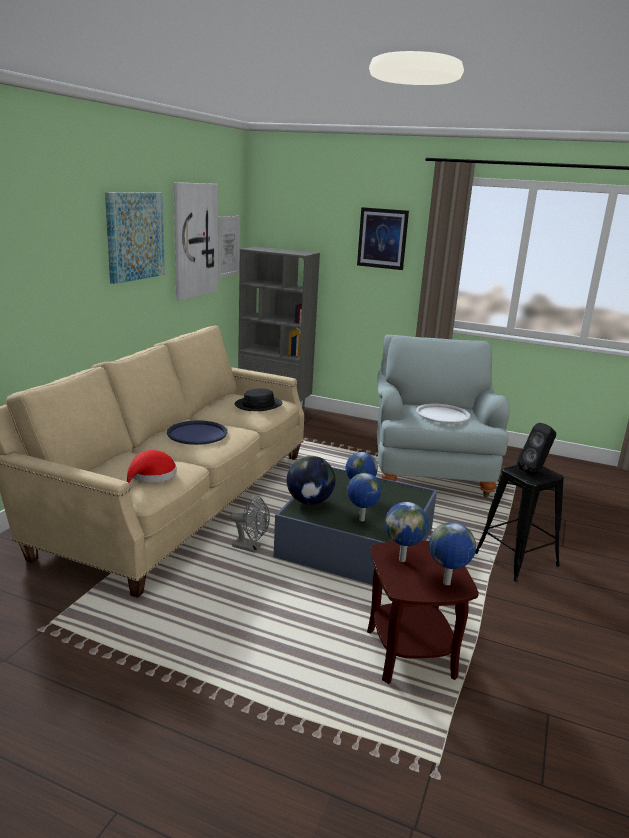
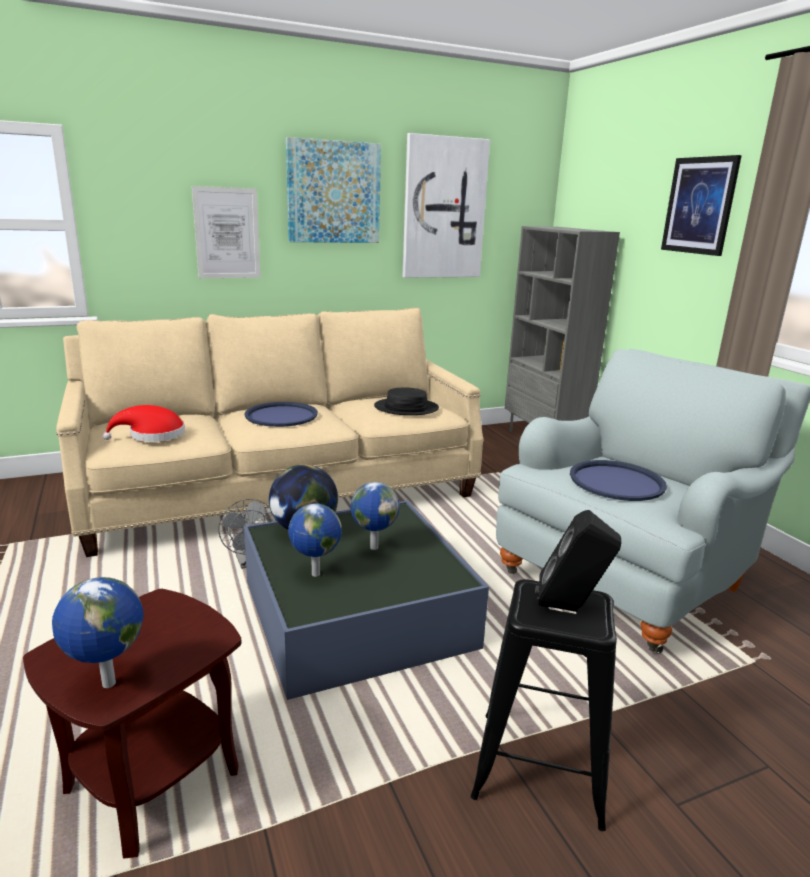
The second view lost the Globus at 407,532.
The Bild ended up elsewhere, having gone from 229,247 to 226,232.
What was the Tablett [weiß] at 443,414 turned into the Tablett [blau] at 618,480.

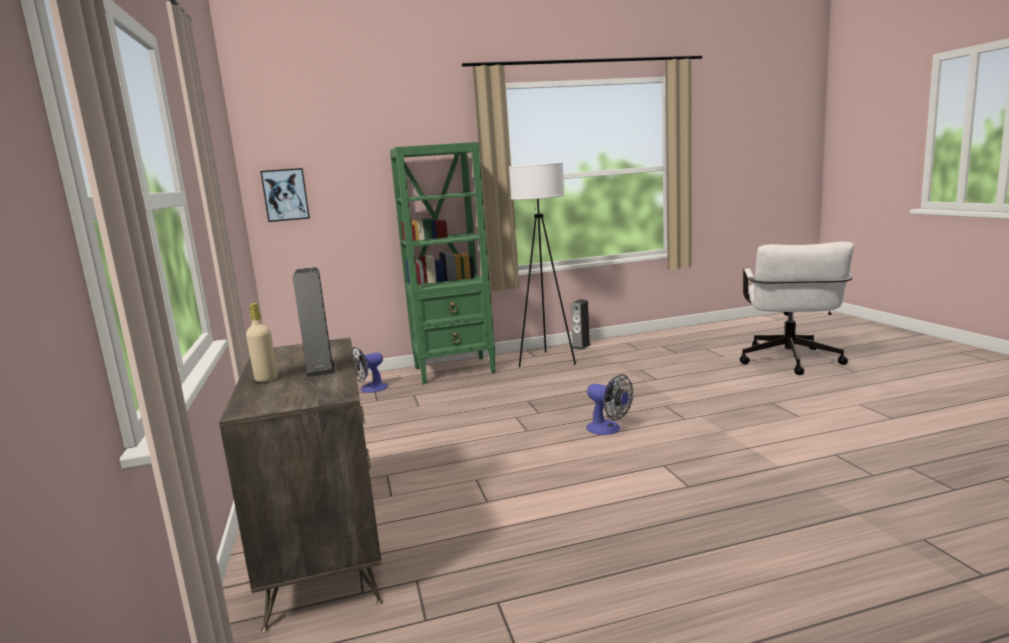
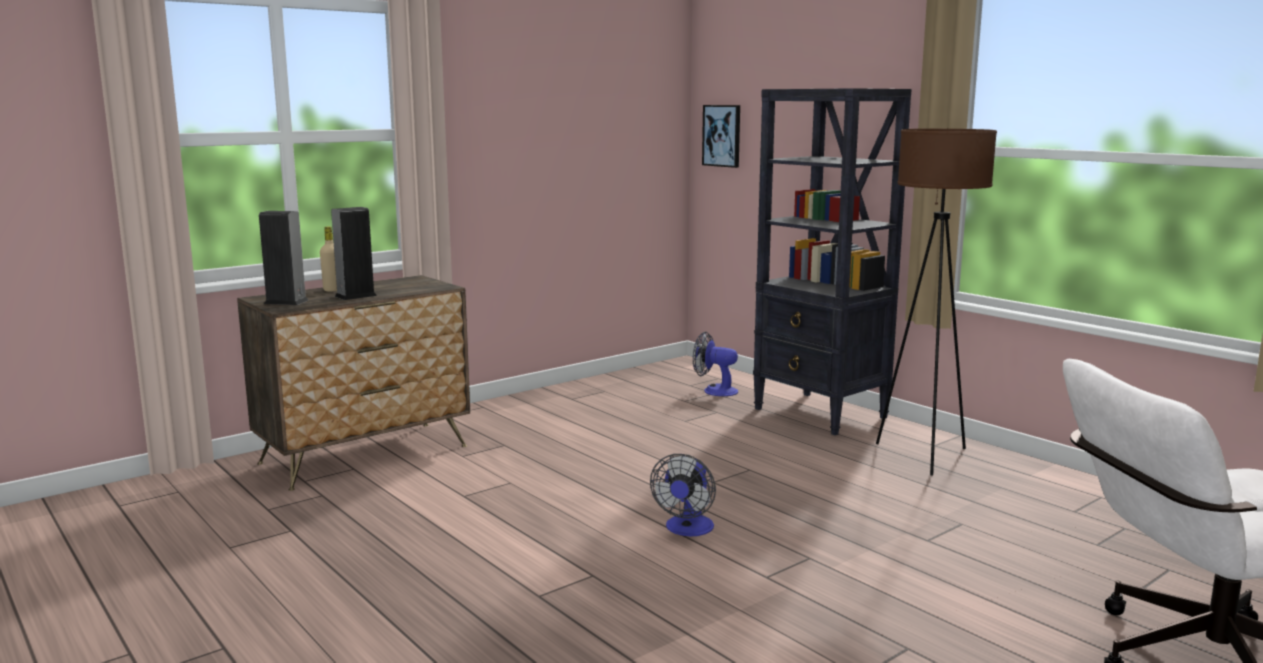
The Lautsprecher ended up elsewhere, having gone from 581,324 to 283,258.
What was the Bücherregal [grün] at 443,263 turned into the Bücherregal [schwarz] at 832,261.
What was the Stehlampe [weiß] at 542,264 turned into the Stehlampe [braun] at 936,302.

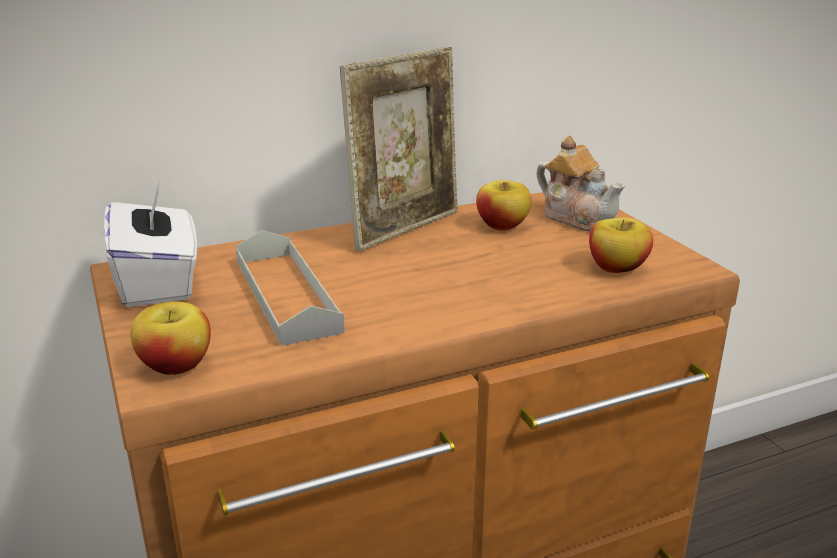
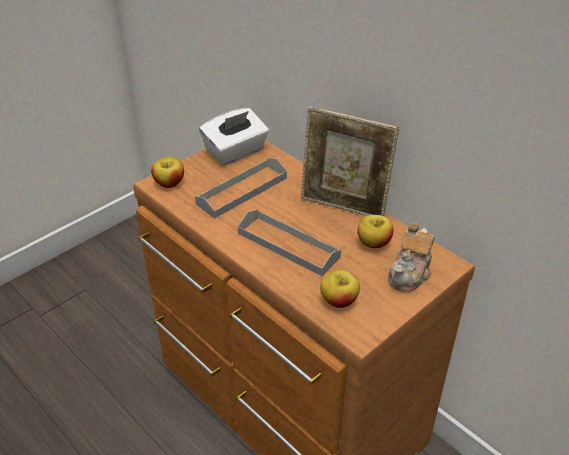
The second view gained the Tablett [grau] at 289,242.

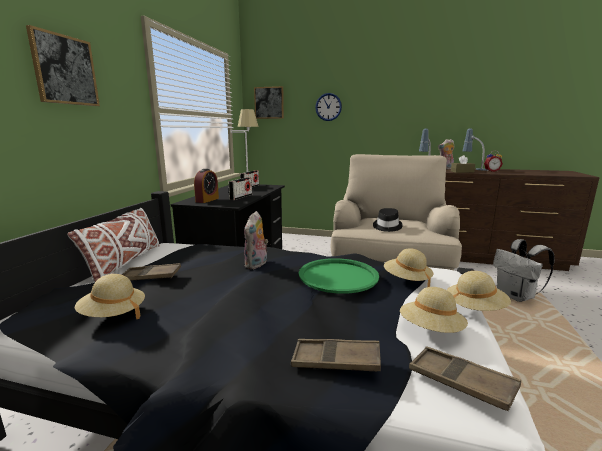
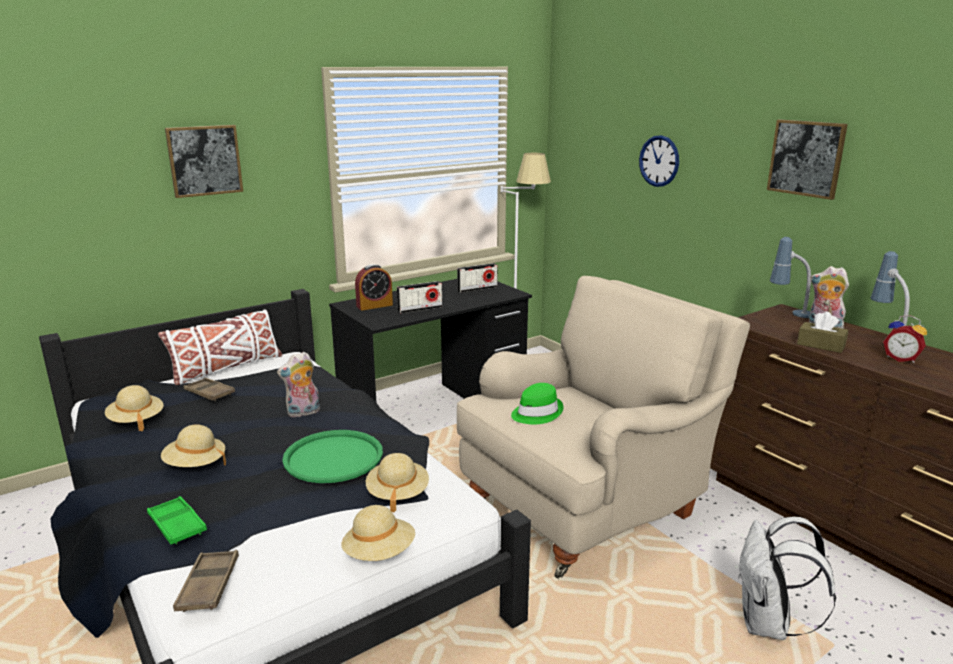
The Bild ended up elsewhere, having gone from 269,102 to 807,159.
The Hut [beige] ended up elsewhere, having gone from 434,310 to 193,445.
What was the Tablett [braun] at 336,355 turned into the Tablett [grün] at 177,520.
What was the Hut [schwarz] at 388,220 turned into the Hut [grün] at 537,403.

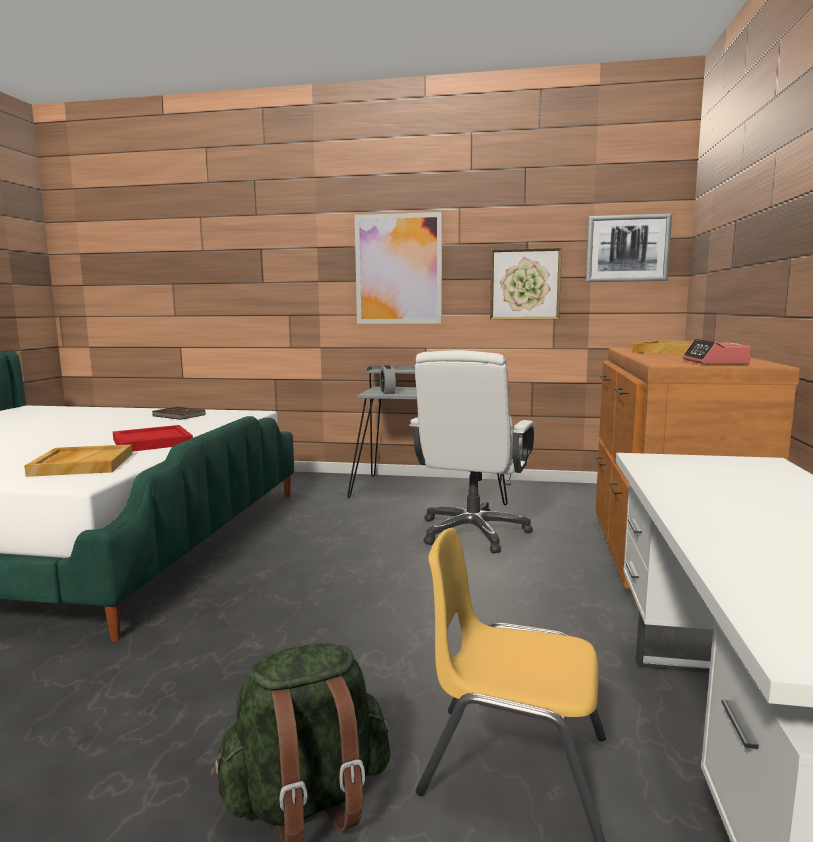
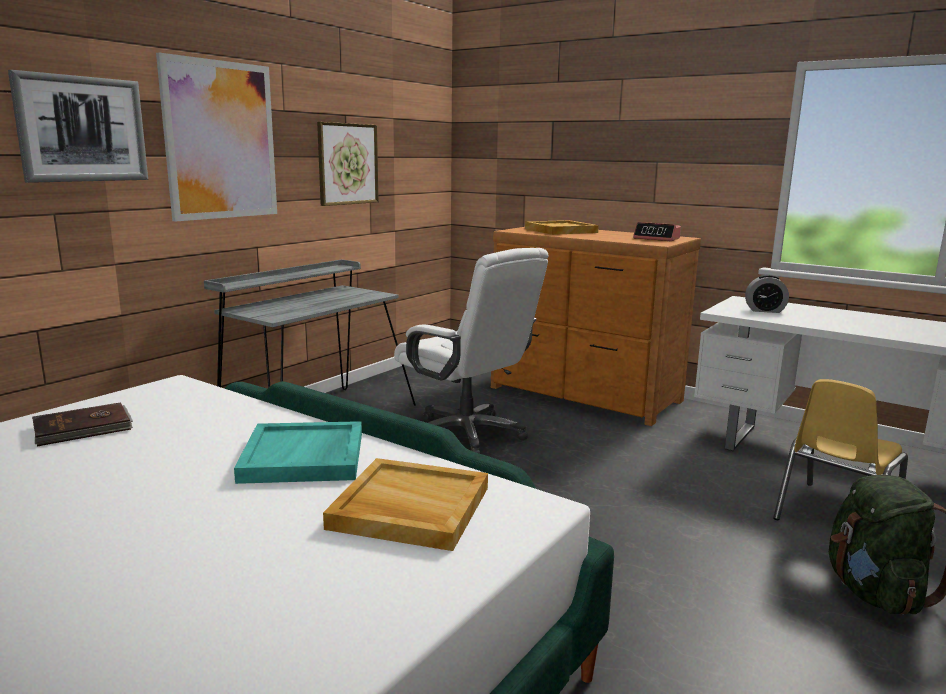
The Wecker ended up elsewhere, having gone from 388,379 to 767,294.
The Bild ended up elsewhere, having gone from 629,247 to 78,126.
What was the Tablett [rot] at 153,438 turned into the Tablett [türkis] at 298,452.

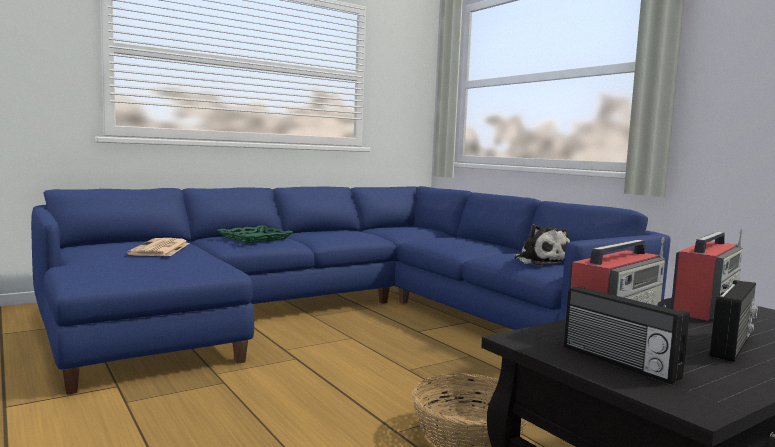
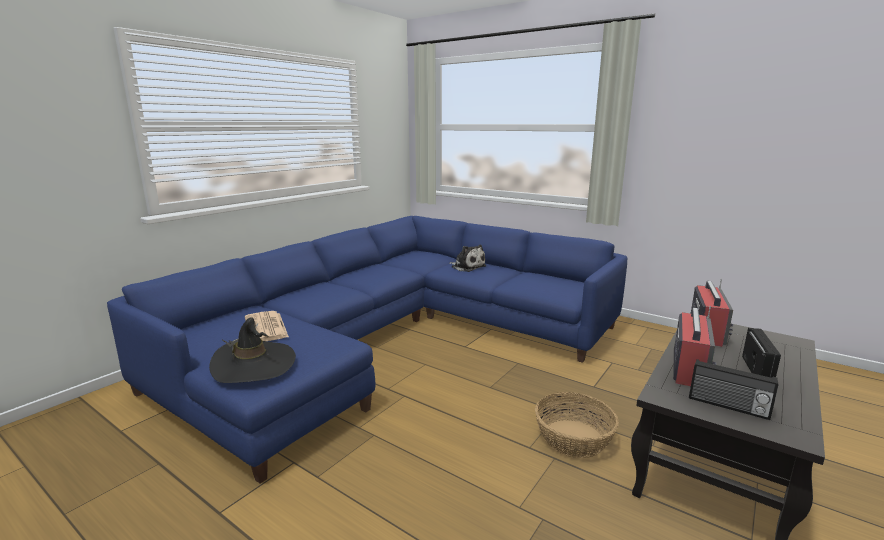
The second view lost the Tablett [grün] at 255,234.
The second view gained the Hut [schwarz] at 252,350.
The Plüschtier ended up elsewhere, having gone from 542,244 to 467,258.

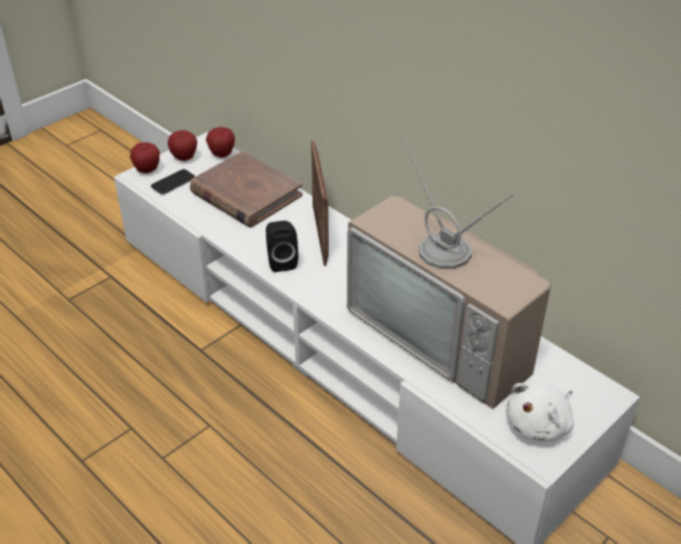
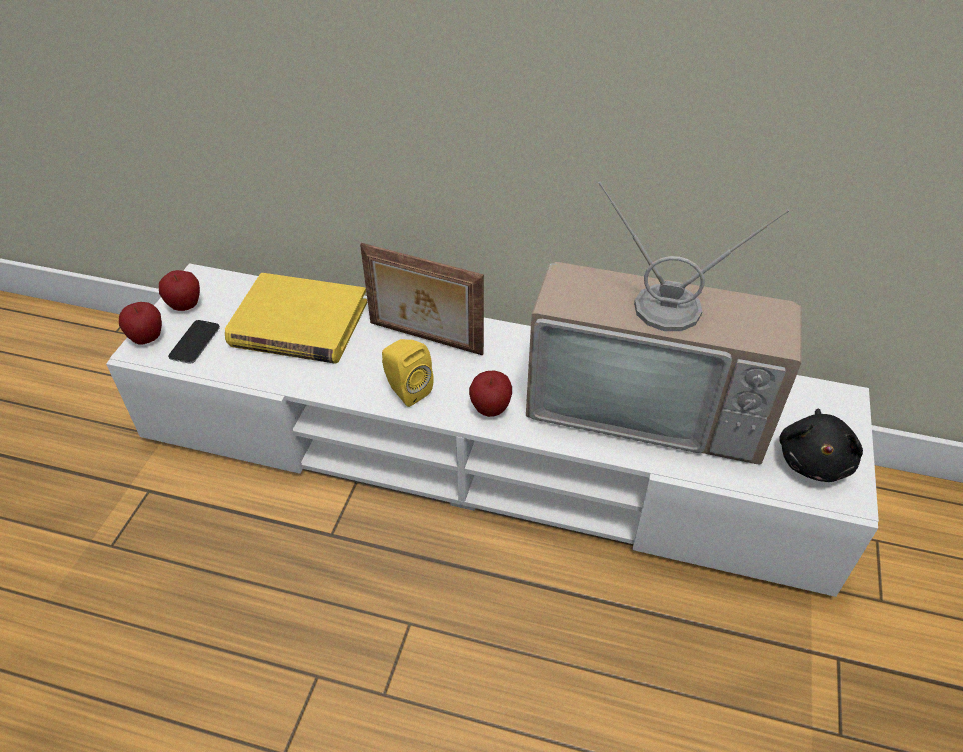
The Apfel ended up elsewhere, having gone from 220,142 to 490,393.
What was the Buch [braun] at 246,189 turned into the Buch [gelb] at 296,318.
What was the Lautsprecher [schwarz] at 282,246 turned into the Lautsprecher [gelb] at 408,373.
What was the Plüschtier [weiß] at 540,411 turned into the Plüschtier [schwarz] at 821,445.
The Bilderrahmen at 320,203 ended up facing another way, 150 degrees clockwise from before.

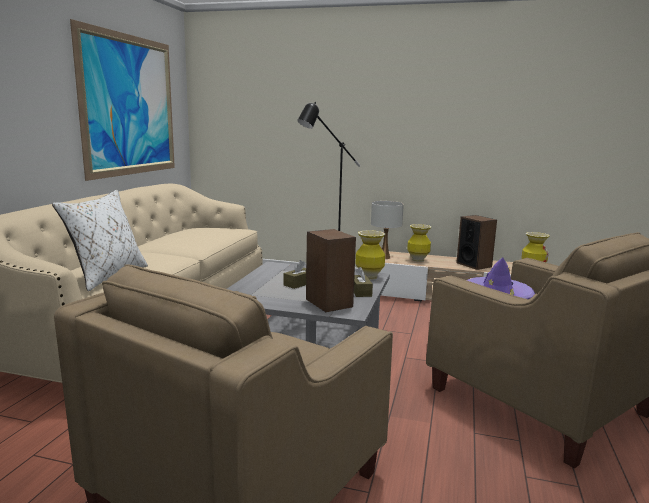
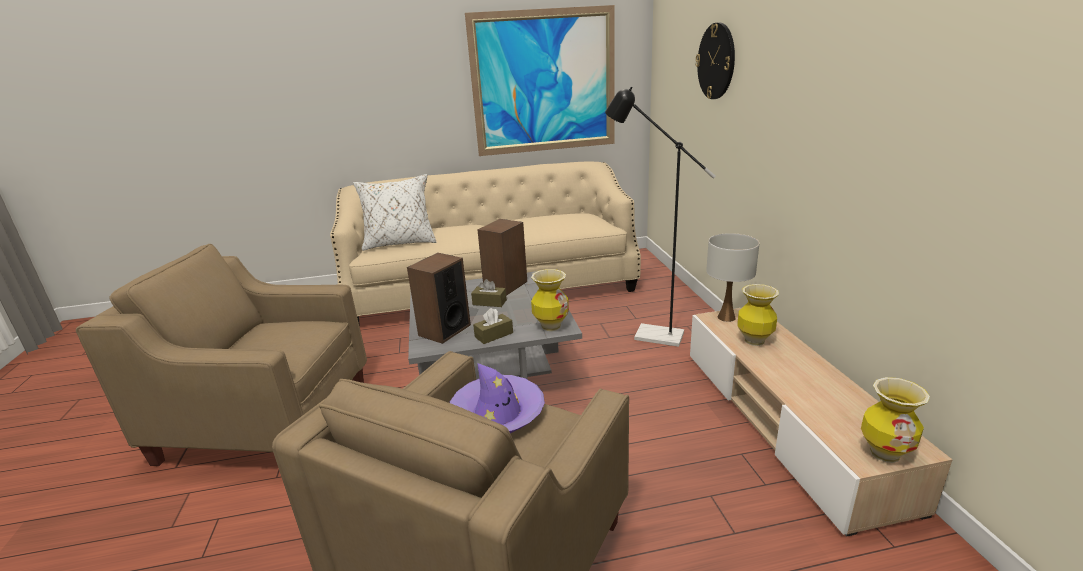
The second view gained the Wanduhr at 715,61.
The Lautsprecher ended up elsewhere, having gone from 476,242 to 502,257.

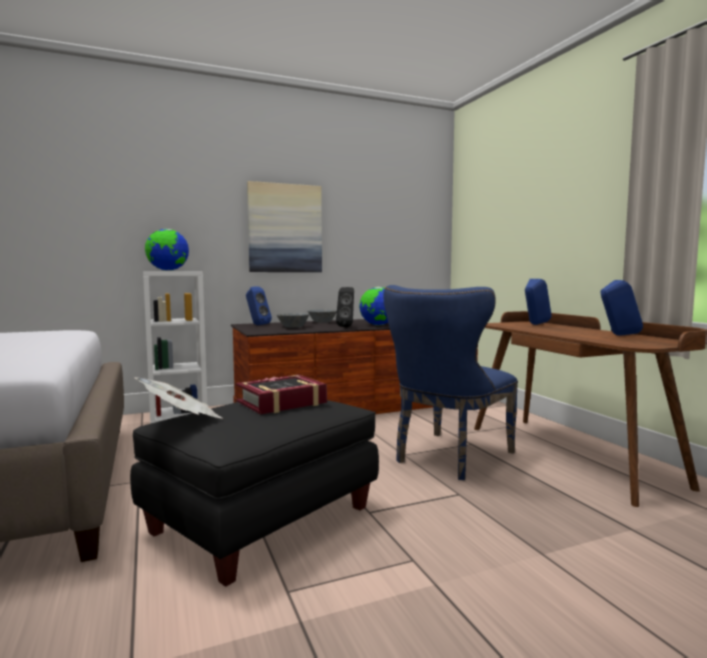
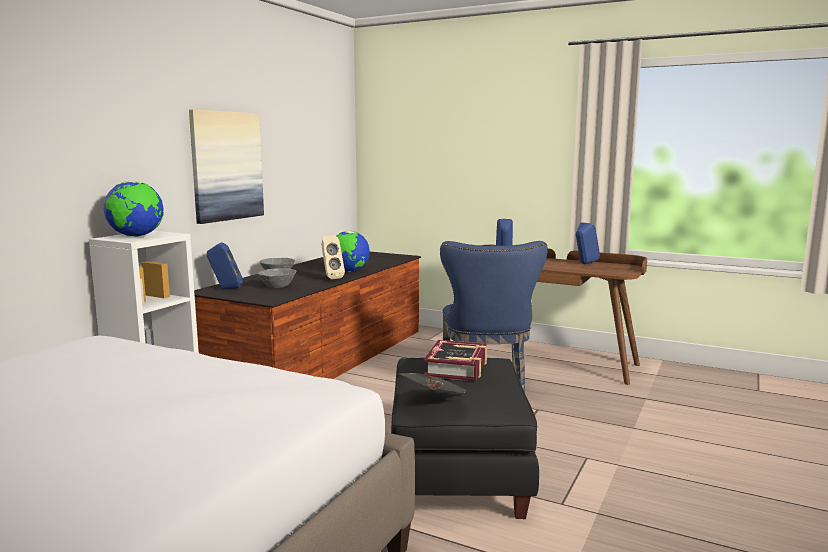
What was the Lautsprecher [schwarz] at 345,307 turned into the Lautsprecher [beige] at 333,257.

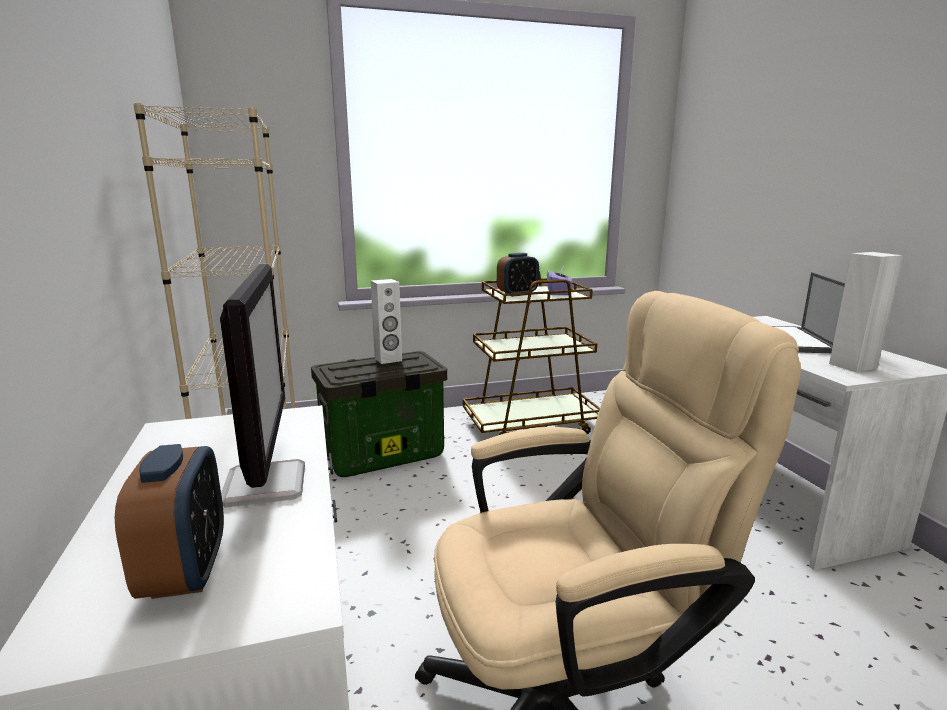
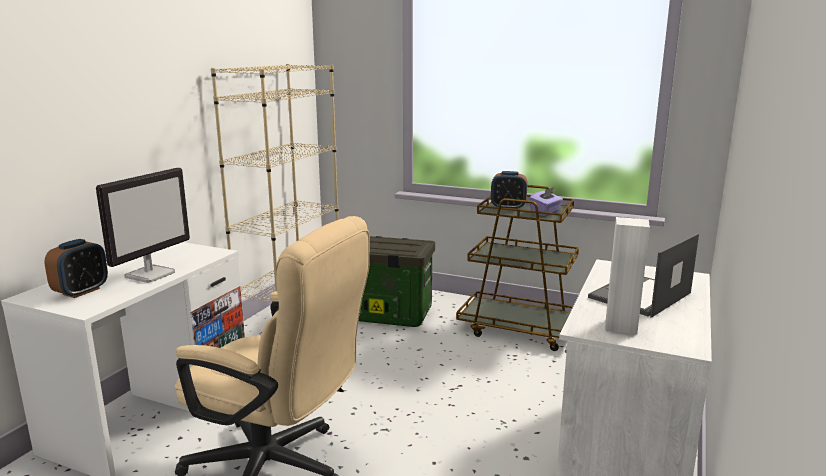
The second view lost the Lautsprecher [weiß] at 386,321.

